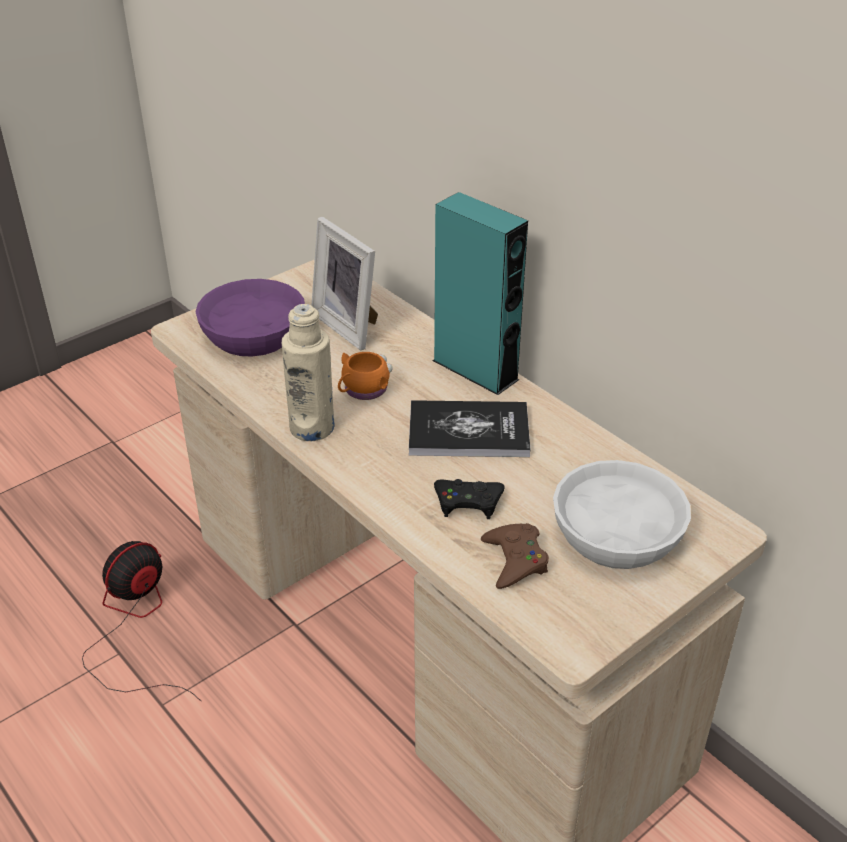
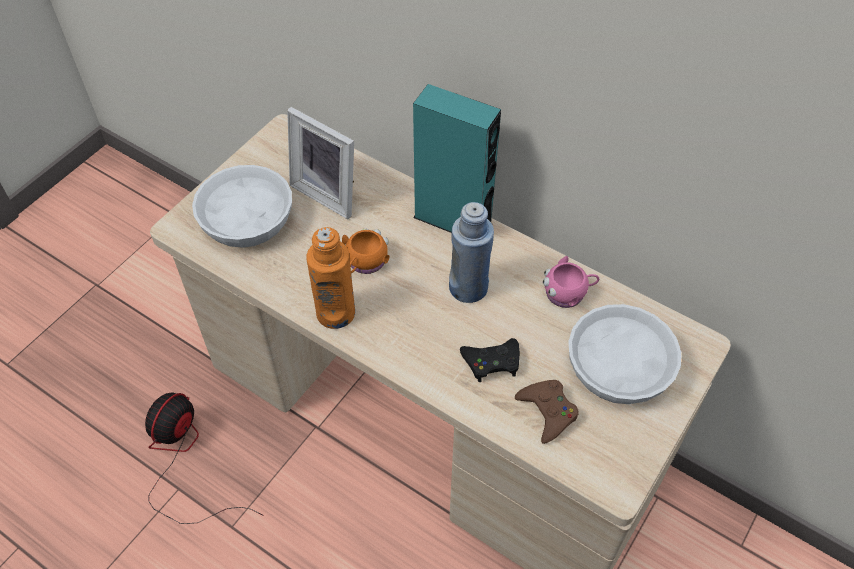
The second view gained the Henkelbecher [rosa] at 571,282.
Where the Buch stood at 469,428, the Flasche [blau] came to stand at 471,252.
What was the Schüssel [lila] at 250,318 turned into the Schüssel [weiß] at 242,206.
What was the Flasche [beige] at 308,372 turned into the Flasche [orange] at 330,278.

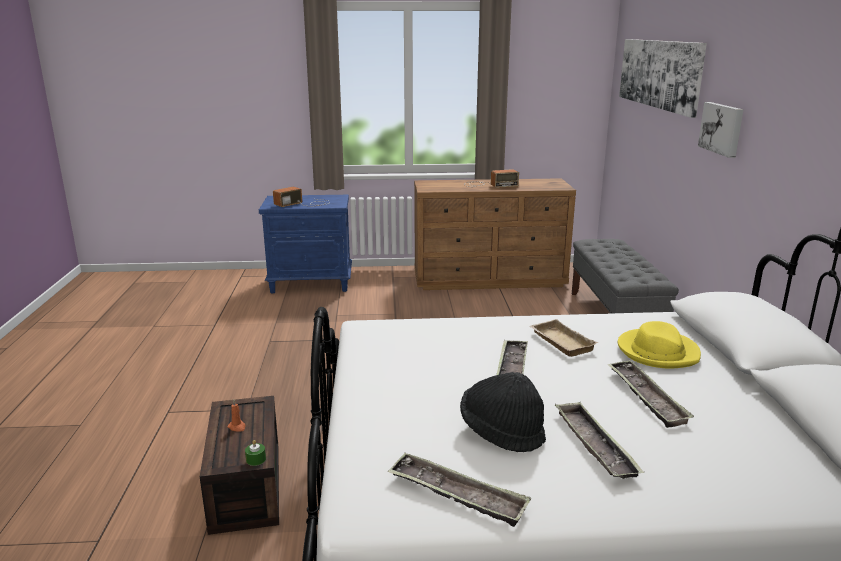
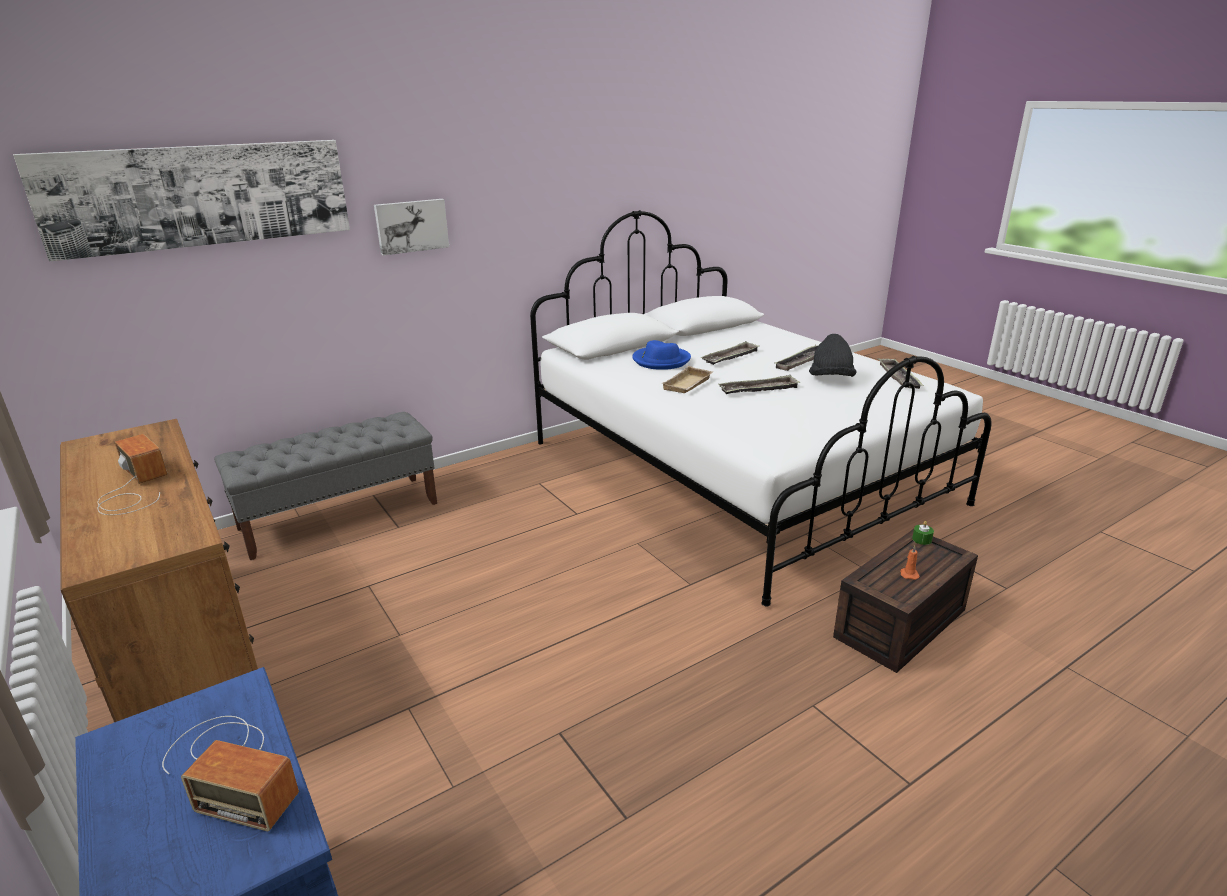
What was the Hut [gelb] at 659,344 turned into the Hut [blau] at 661,355.

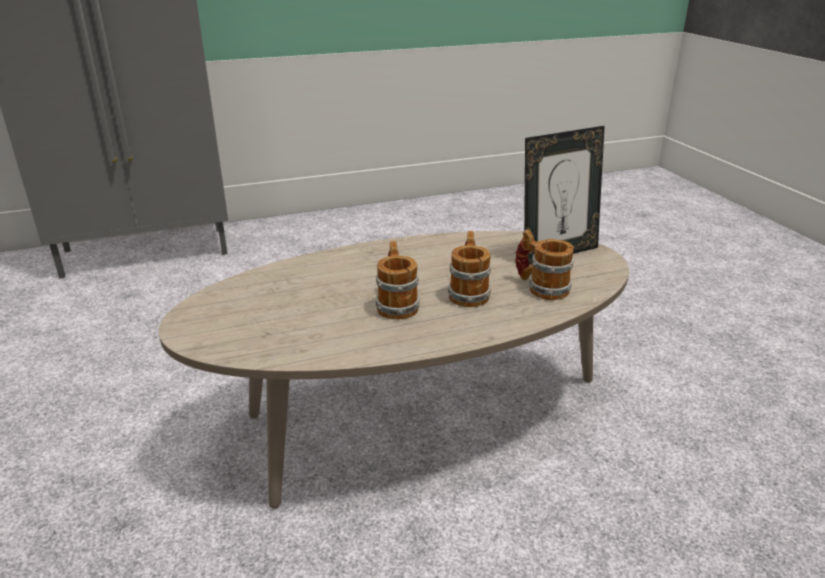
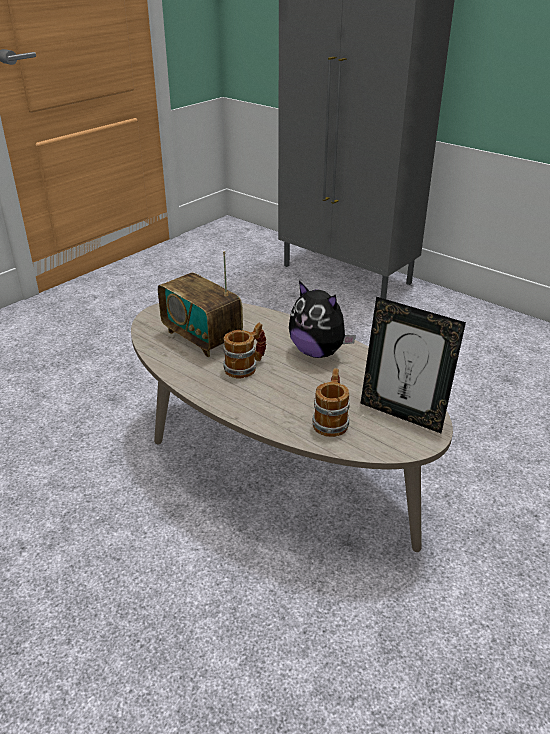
The second view lost the Henkelbecher at 469,269.
The second view gained the Radio at 200,304.
The second view gained the Plüschtier at 322,319.

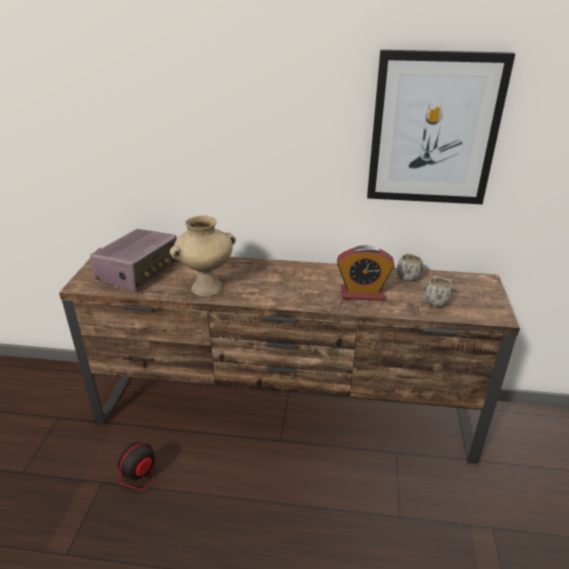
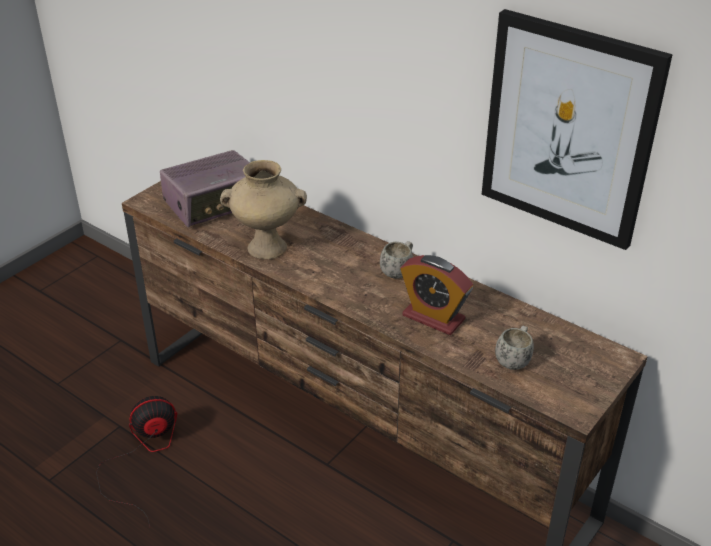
The Henkelbecher [weiß] ended up elsewhere, having gone from 410,267 to 396,260.

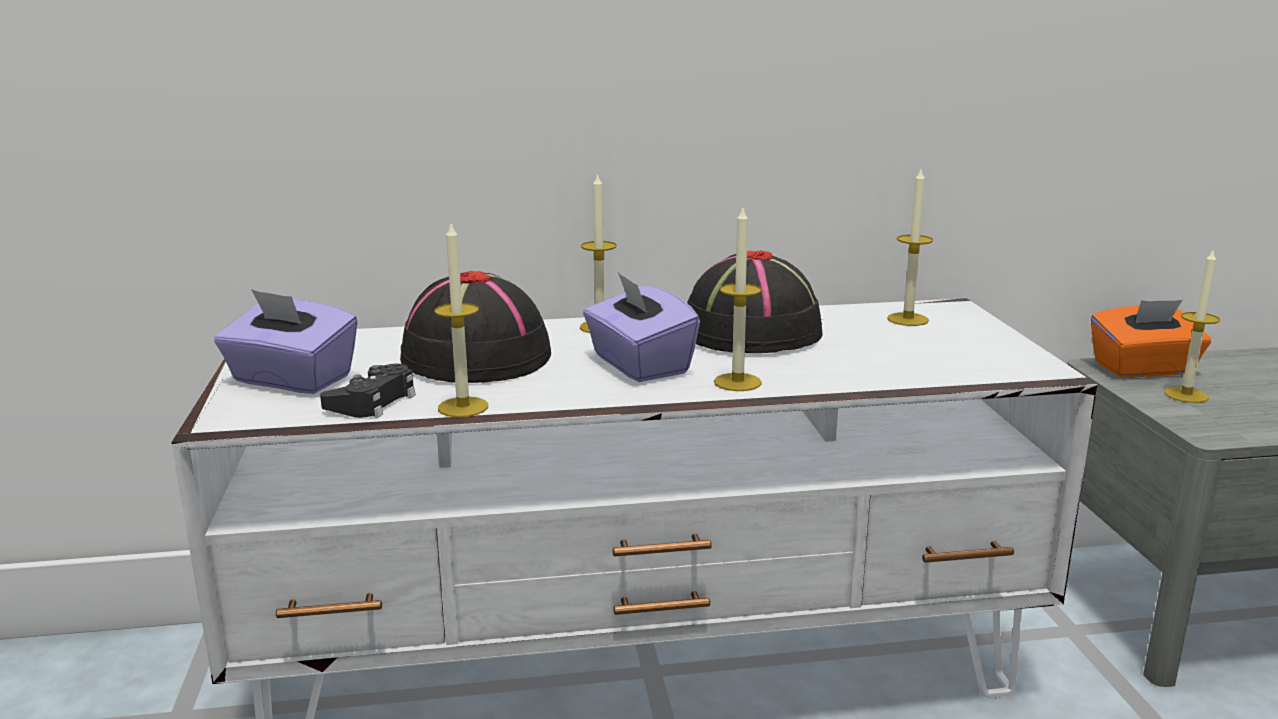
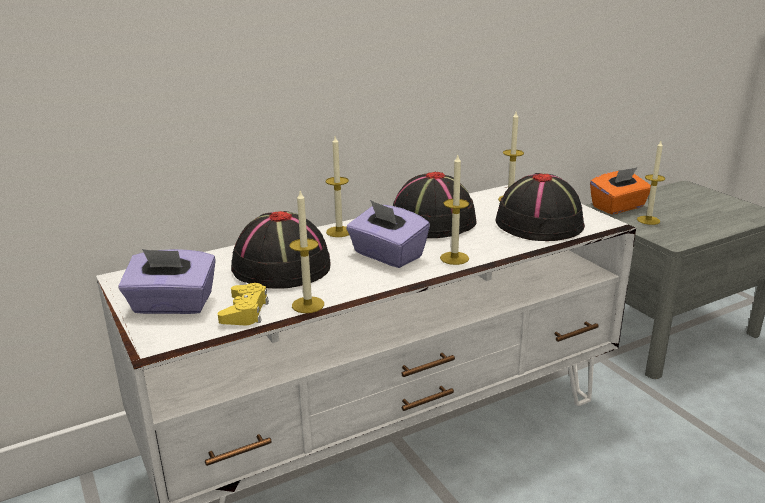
The second view gained the Hut [schwarz] at 540,207.
What was the Gamepad [schwarz] at 368,391 turned into the Gamepad [gelb] at 243,304.

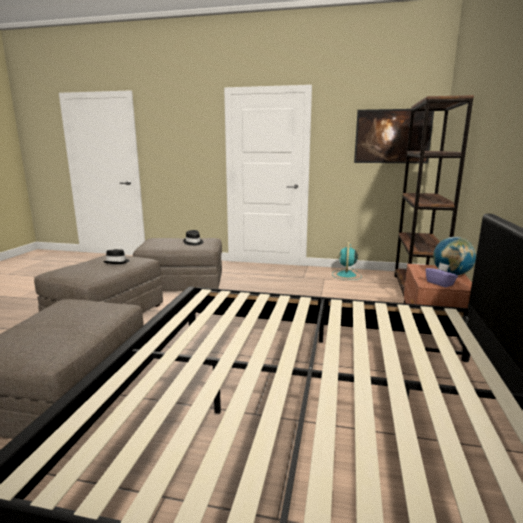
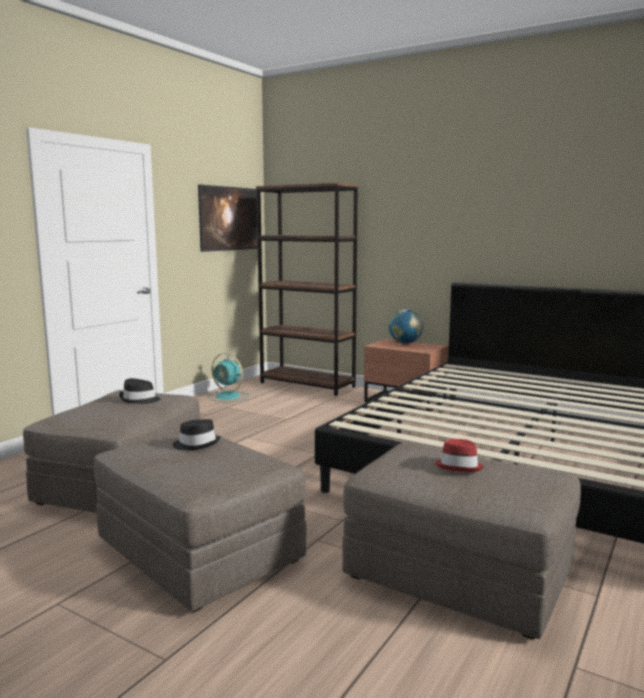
The second view lost the Taschentuchbox [lila] at 442,275.
The second view gained the Hut [rot] at 459,455.

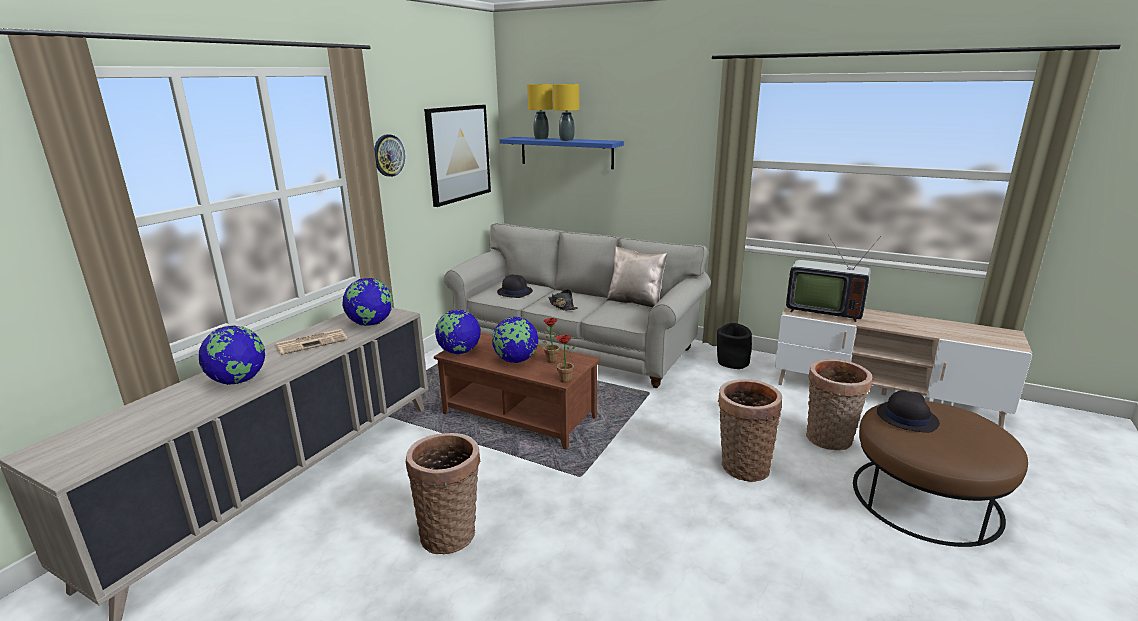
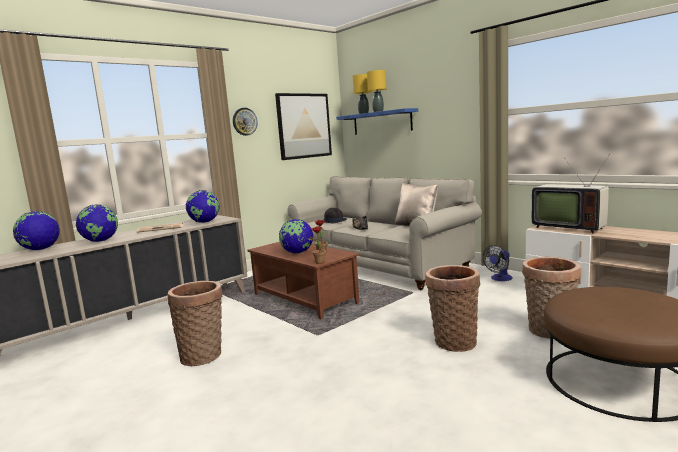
The second view lost the Hut [schwarz] at 908,411.
The Globus ended up elsewhere, having gone from 458,332 to 36,230.
Where the Pflanzkübel [schwarz] stood at 734,346, the Ventilator came to stand at 497,263.

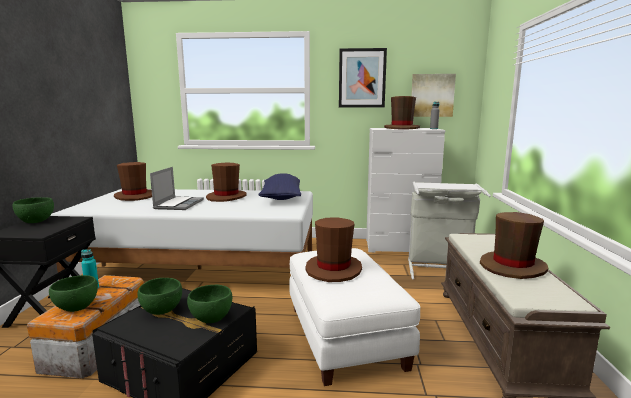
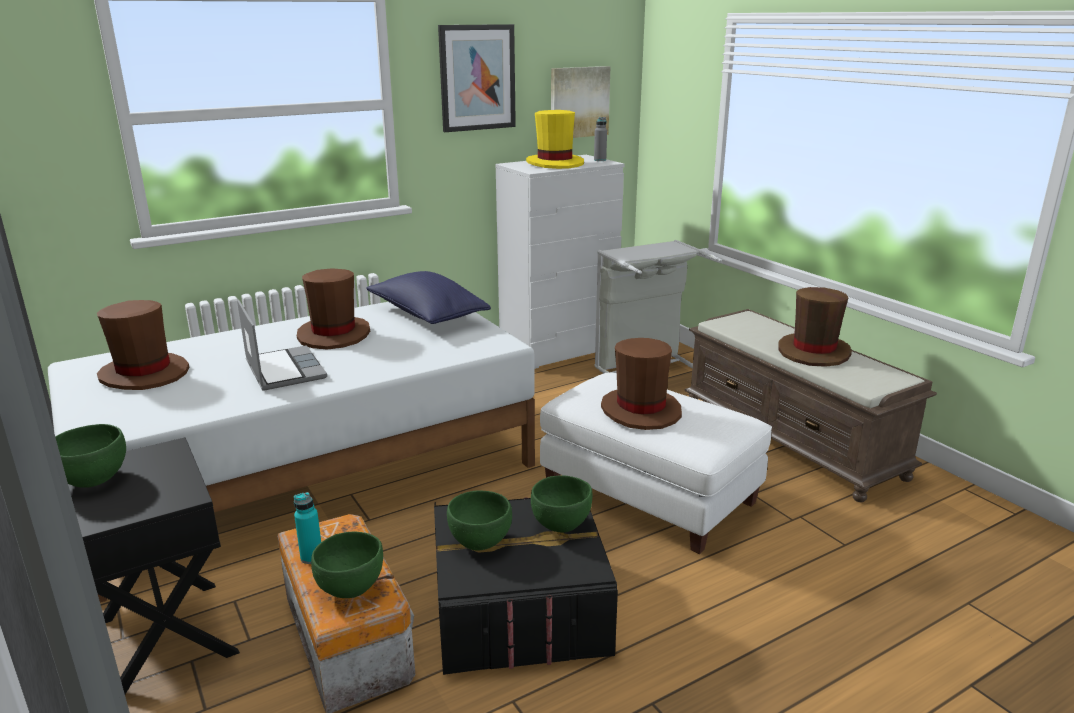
What was the Hut [braun] at 402,113 turned into the Hut [gelb] at 555,139.

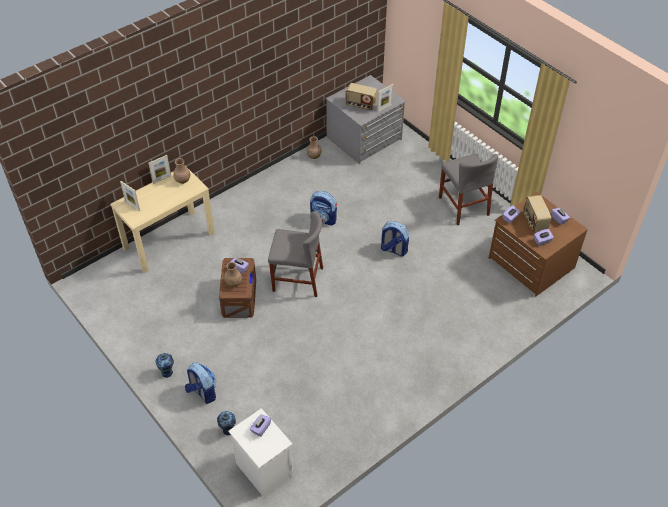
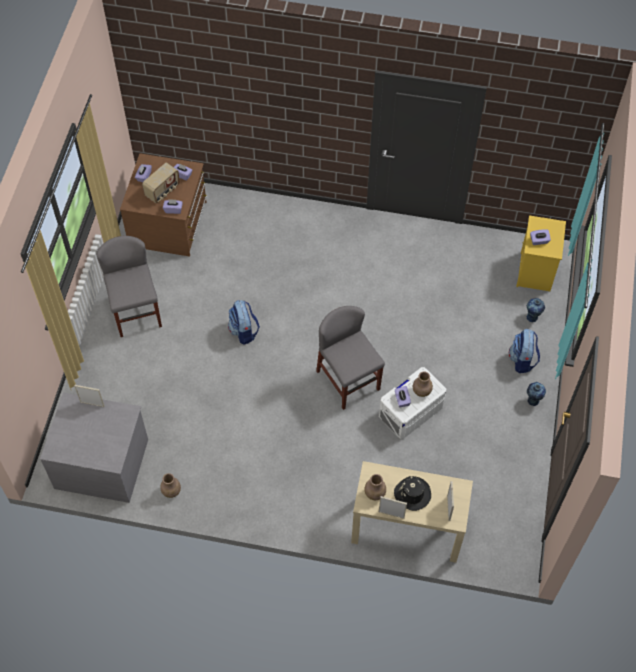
The second view lost the Rucksack at 323,208.
The second view lost the Radio at 361,96.
The second view gained the Hut [schwarz] at 412,493.
What was the Aufbewahrungsbox [braun] at 237,288 turned into the Aufbewahrungsbox [weiß] at 413,403.
What was the Nachttisch [weiß] at 260,452 turned into the Nachttisch [gelb] at 541,253.
The Stuhl [grau] at 468,189 ended up facing another way, 45 degrees counterclockwise from before.

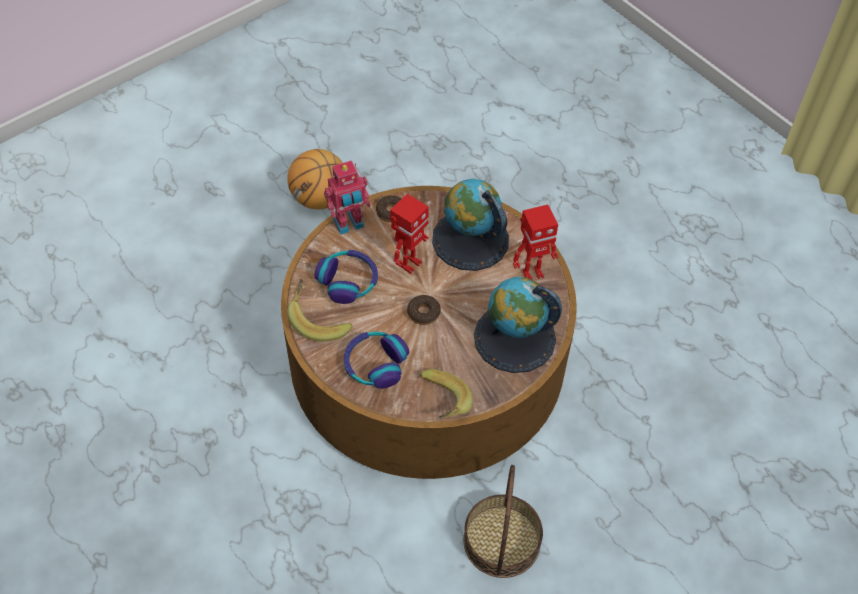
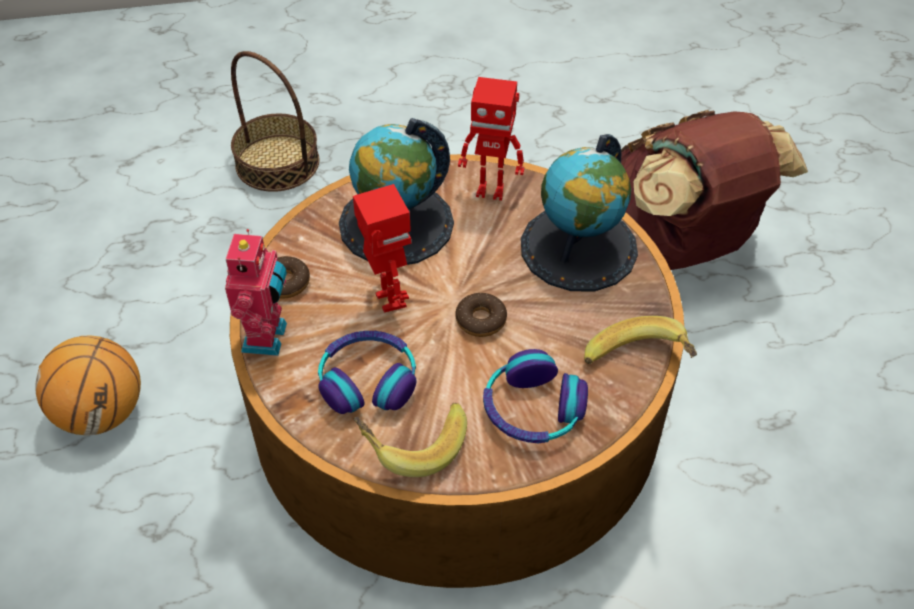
The second view gained the Rucksack [braun] at 714,190.
The Korb ended up elsewhere, having gone from 503,521 to 275,121.
The Spielzeugroboter at 535,242 ended up facing another way, 90 degrees clockwise from before.

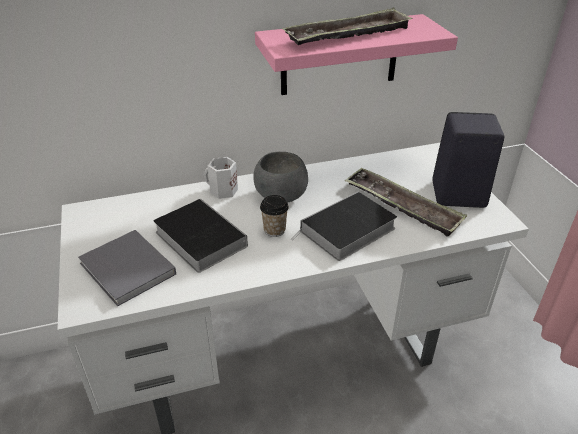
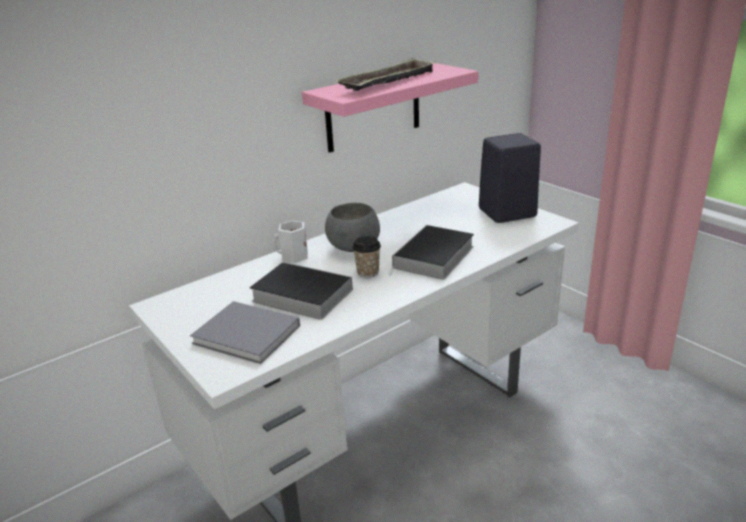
The second view lost the Tablett at 406,202.

